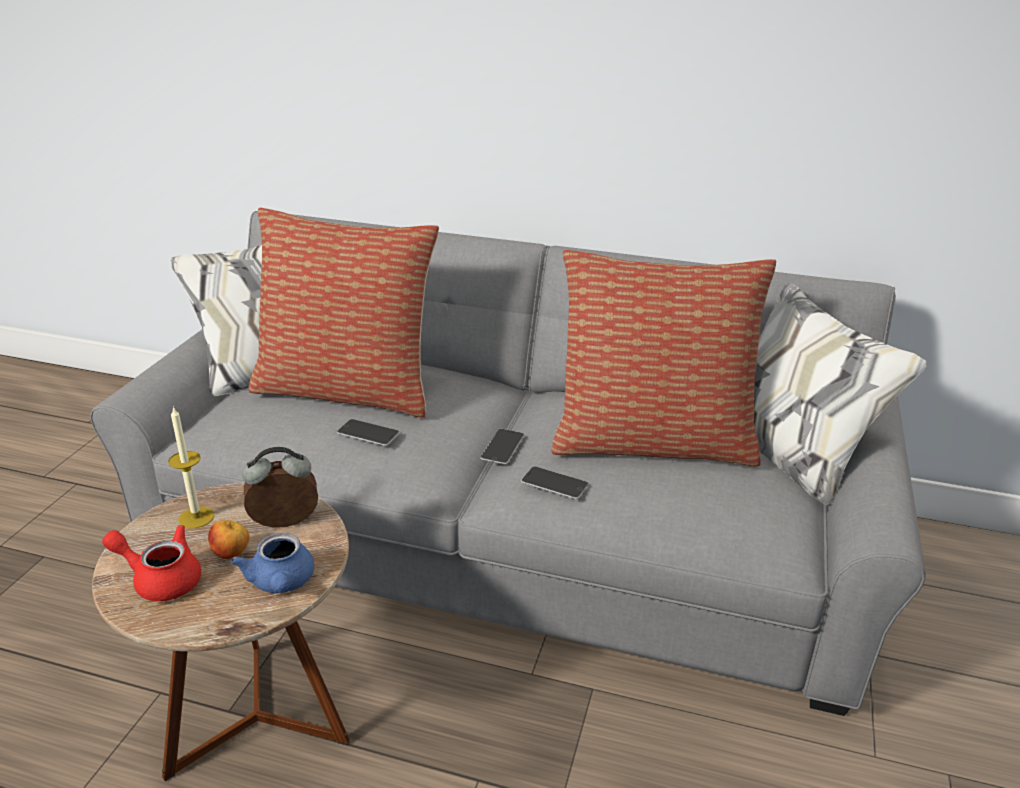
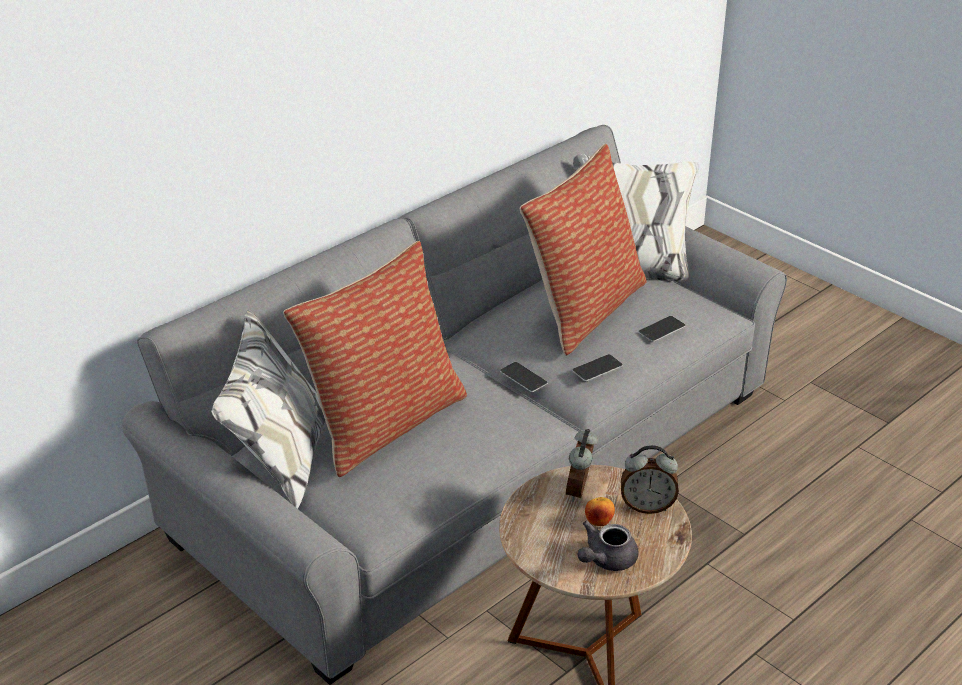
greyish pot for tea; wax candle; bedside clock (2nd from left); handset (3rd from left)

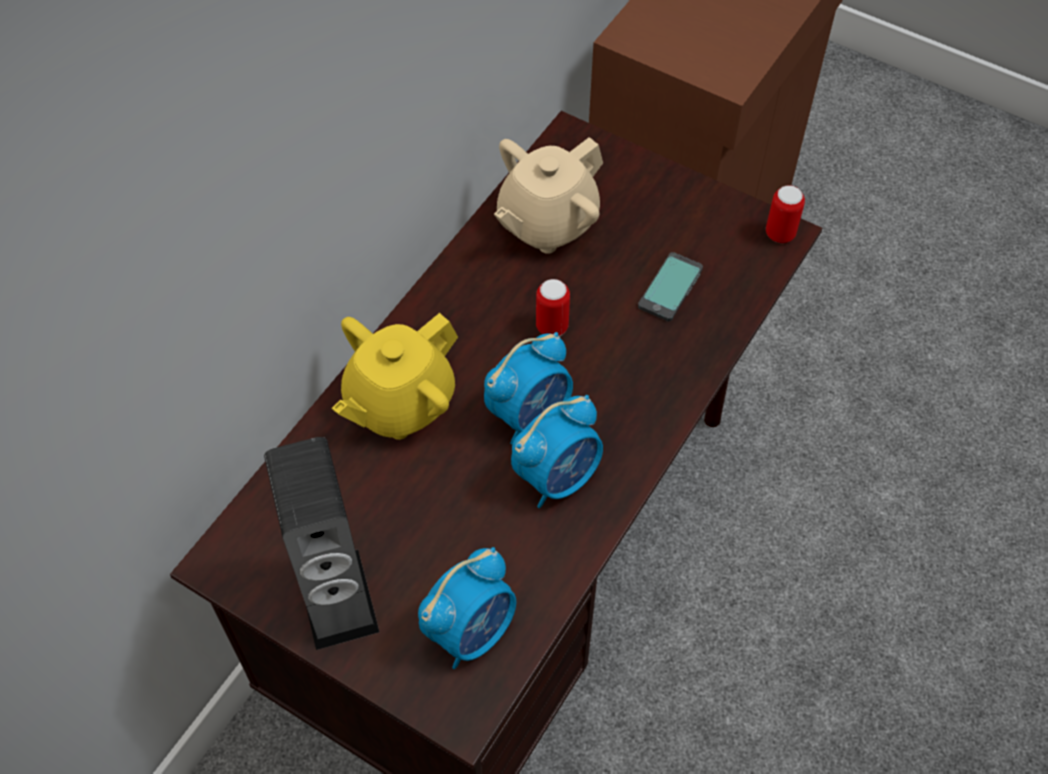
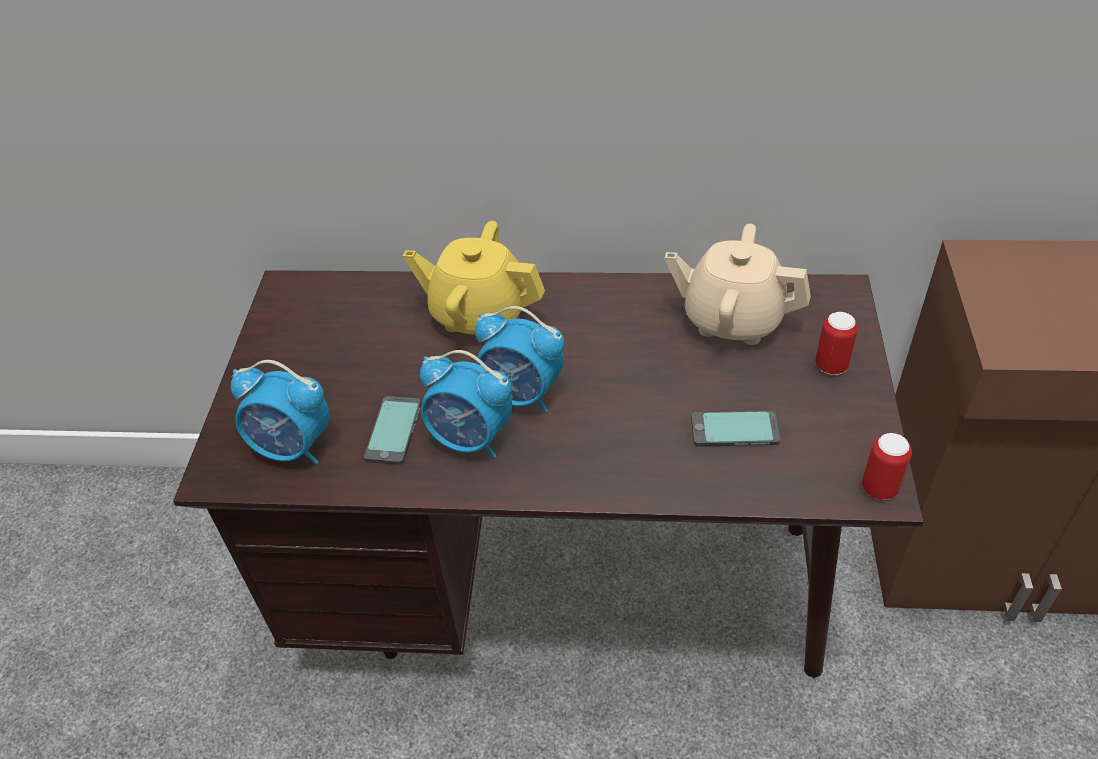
speaker; metal can (1st from left); handset (1st from left)

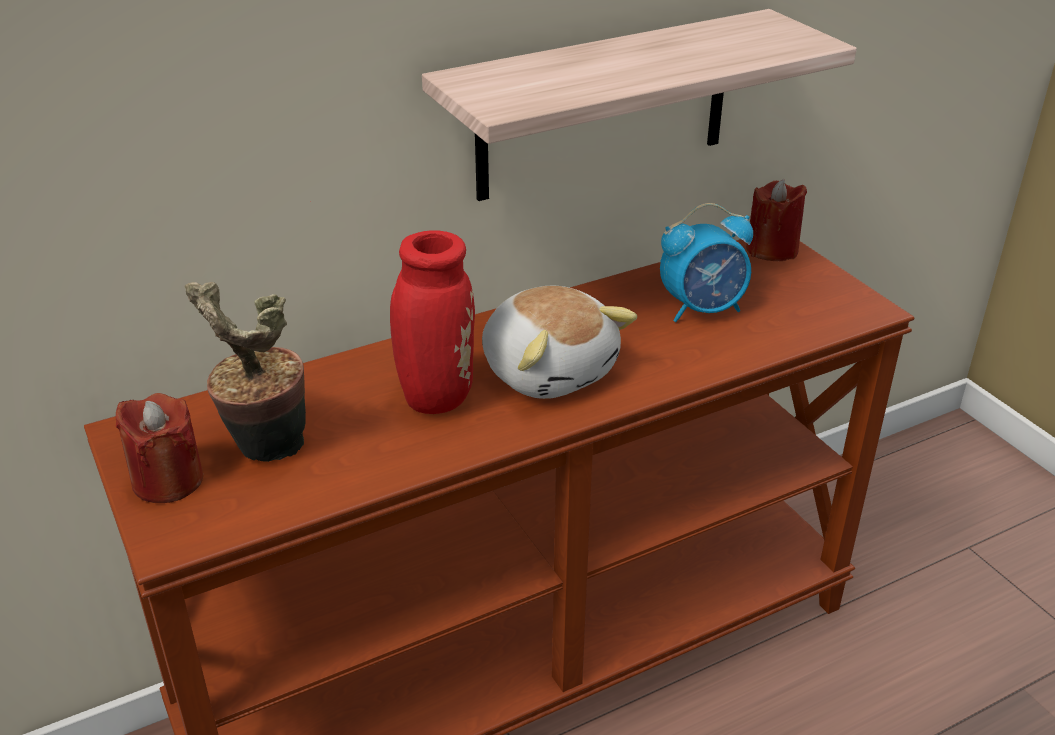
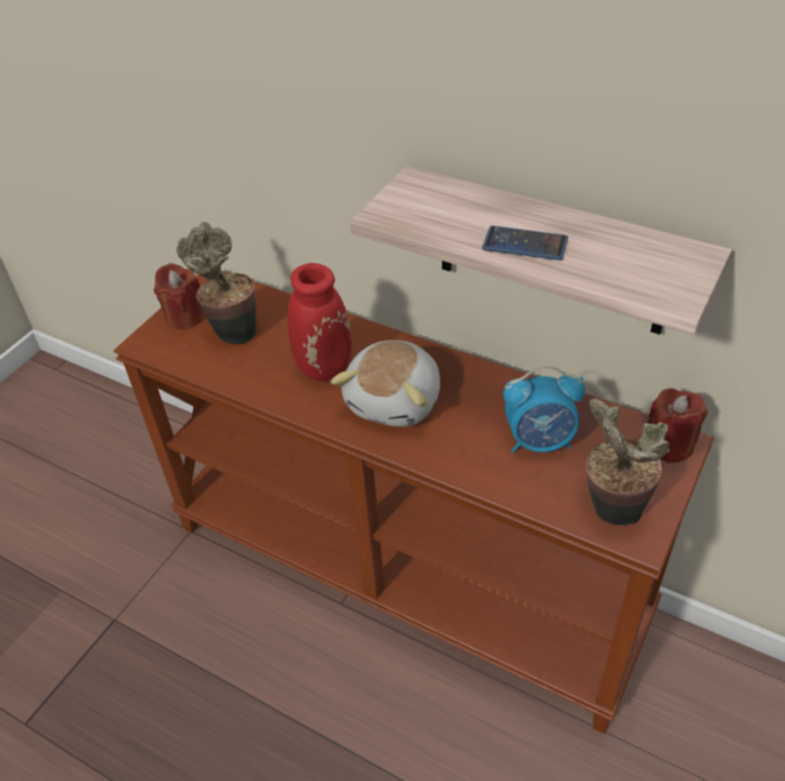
bedside clock; handset; houseplant (2nd from left)

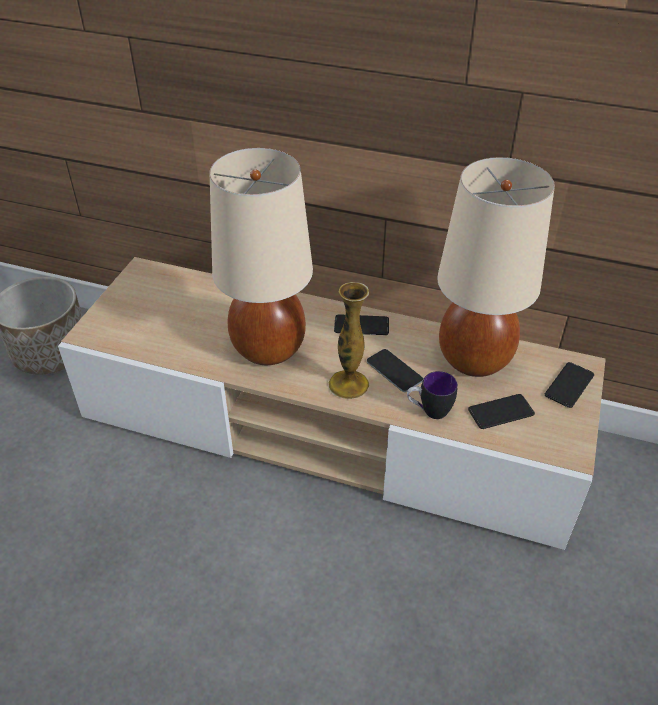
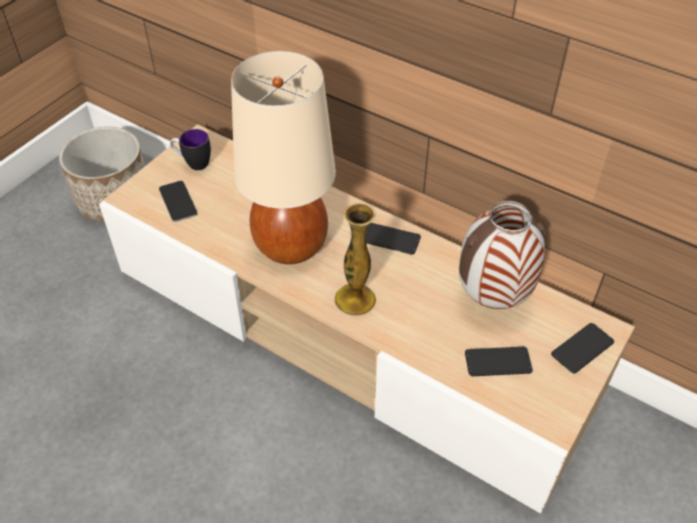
handset (1st from left); coffee mug; decorative vase (2nd from left)

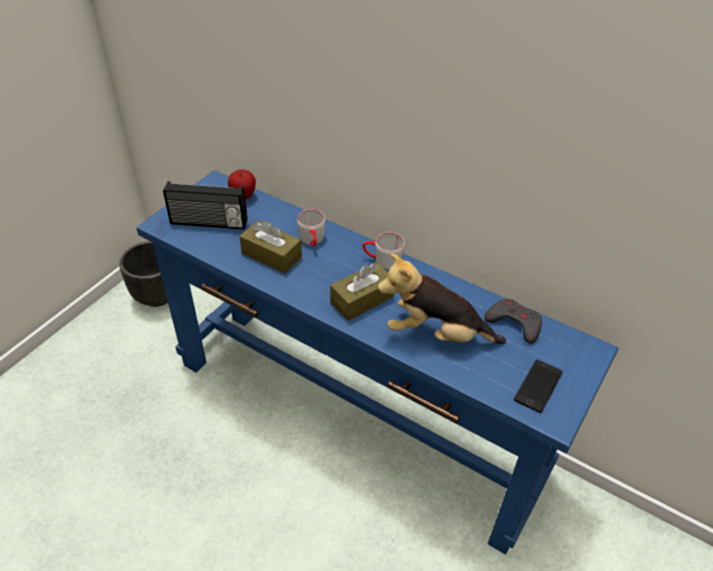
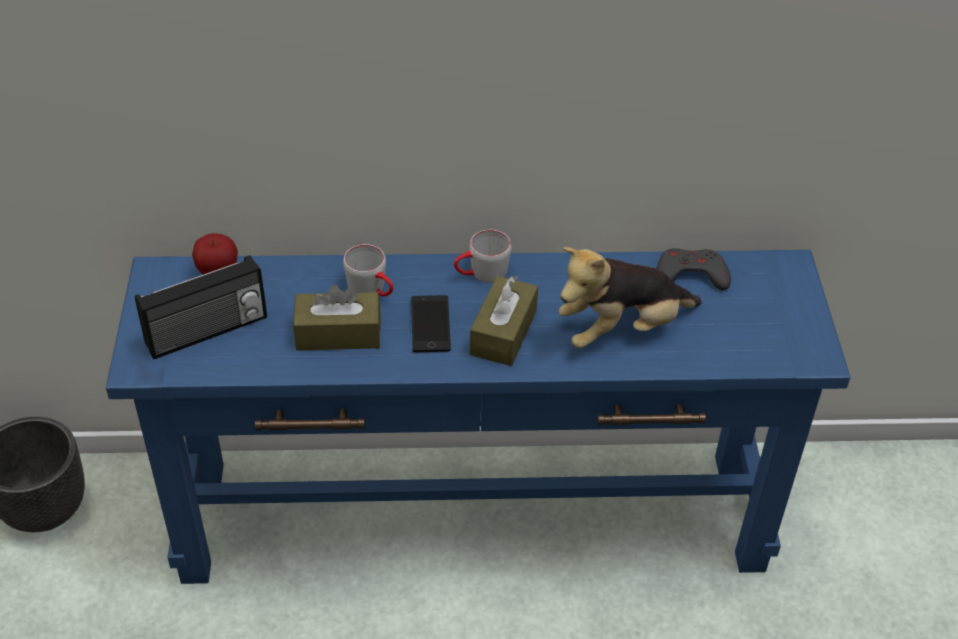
handset

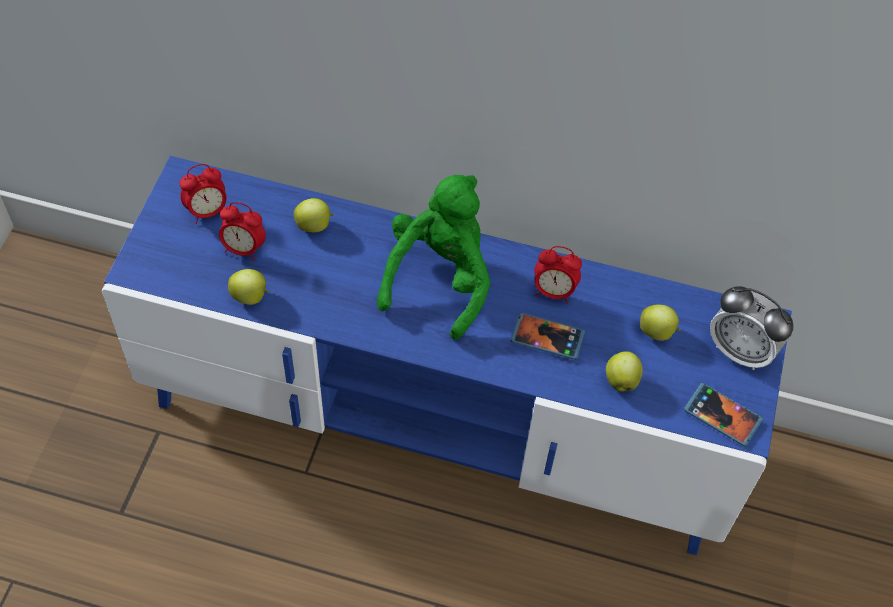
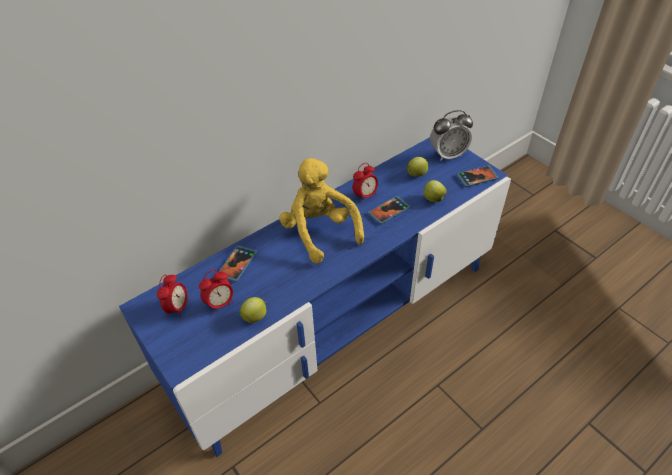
handset (1st from left); yellow-coloured cuddly toy

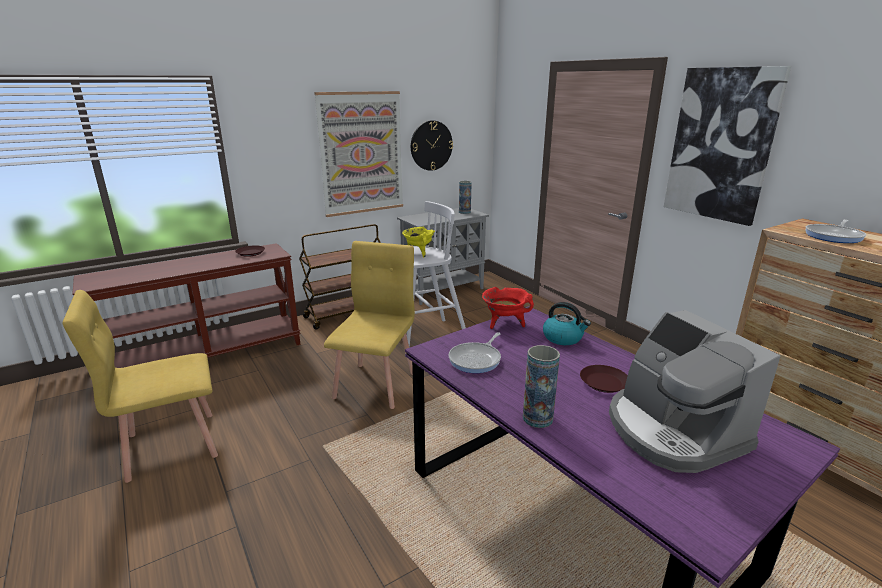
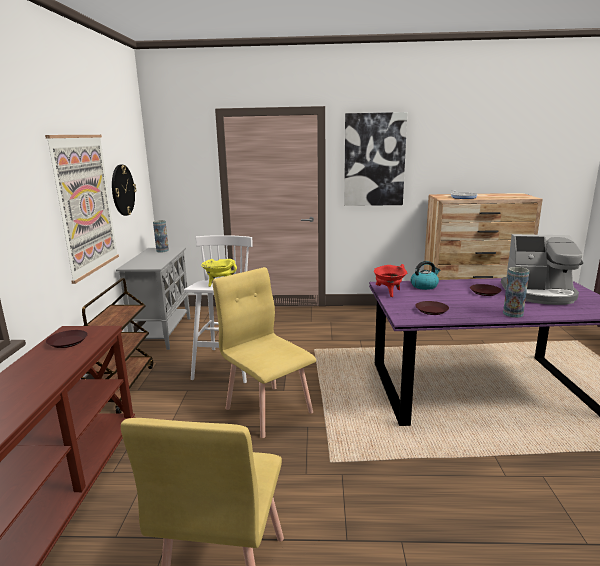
brown-coloured dinner plate (2nd from left)

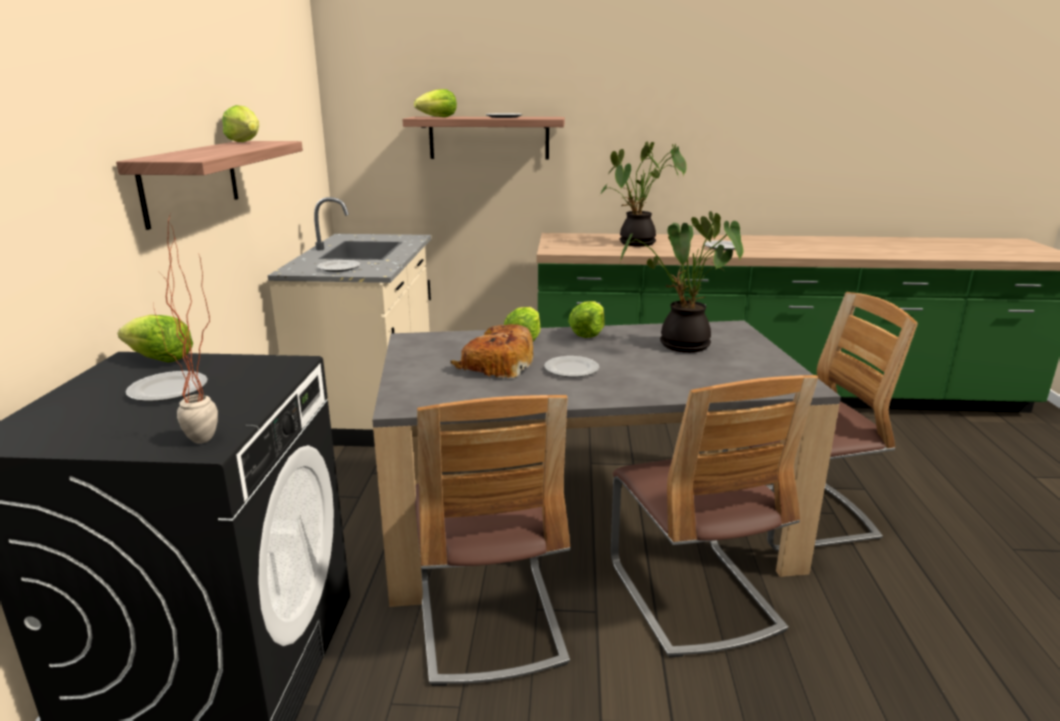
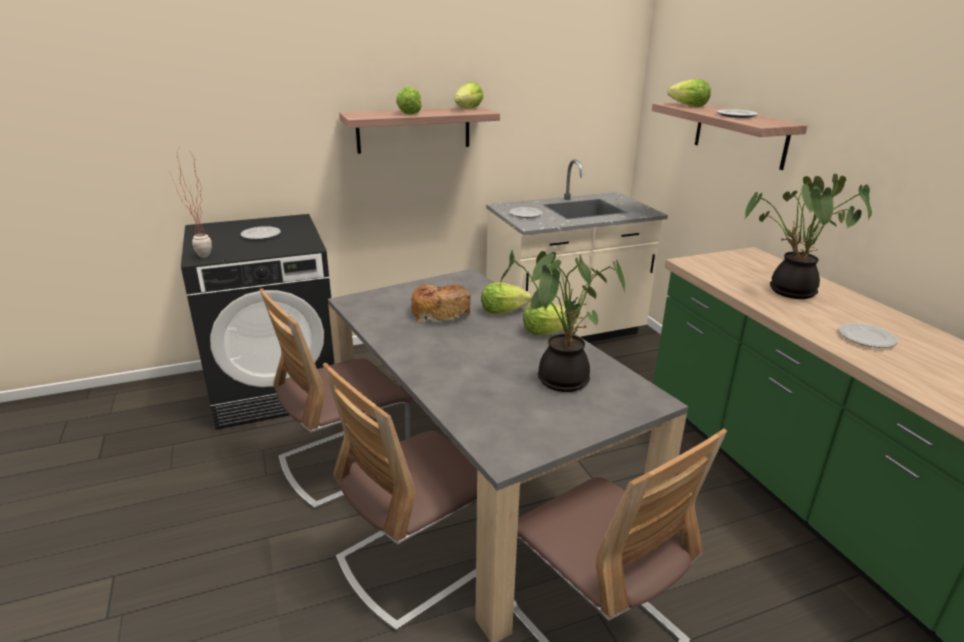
lettuce head (1st from left); dinner plate (4th from left in the first image)

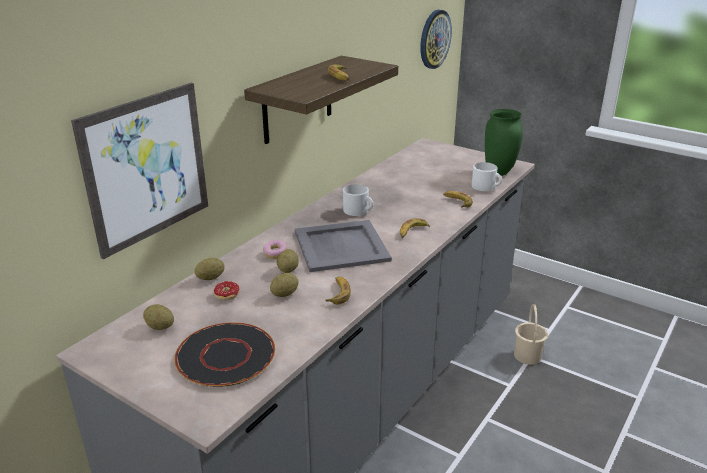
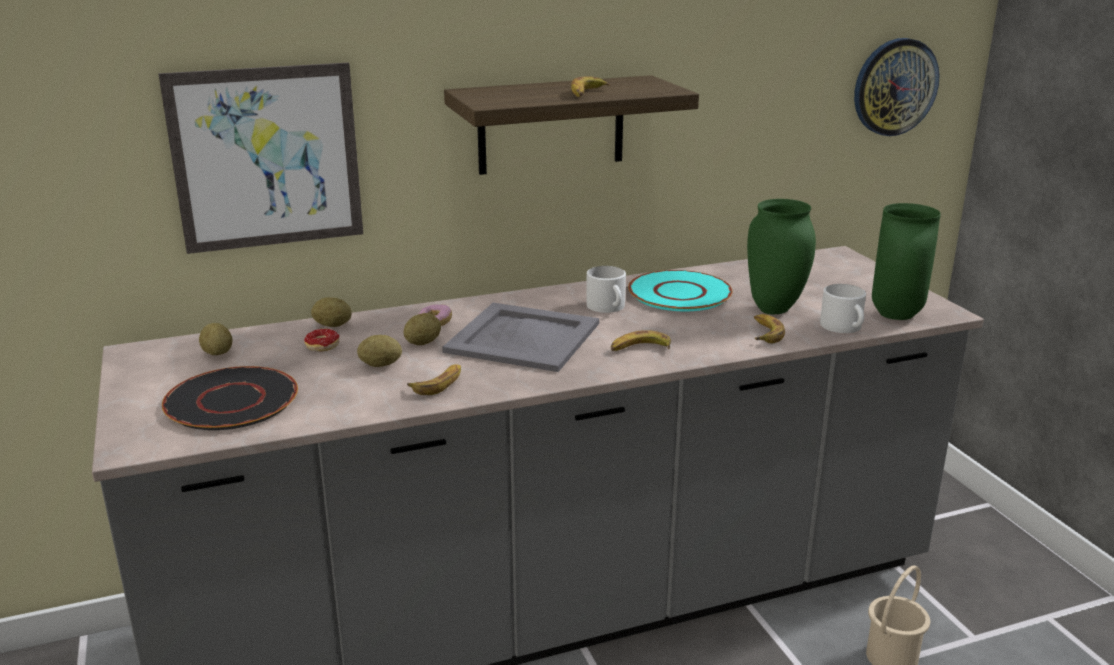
turquoise dinner plate; green-coloured decorative vase (1st from left)

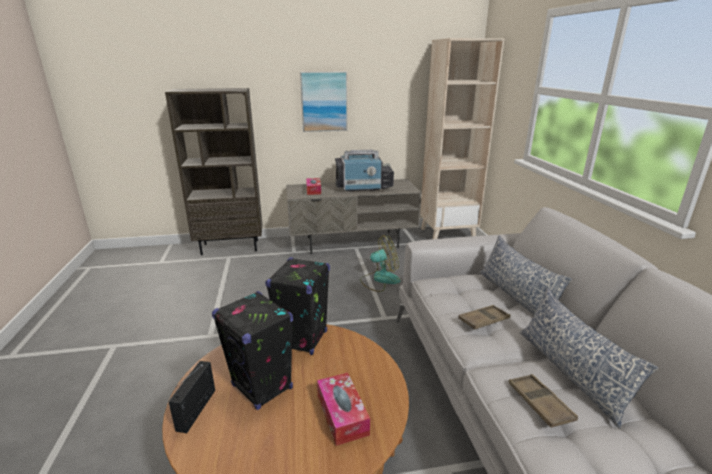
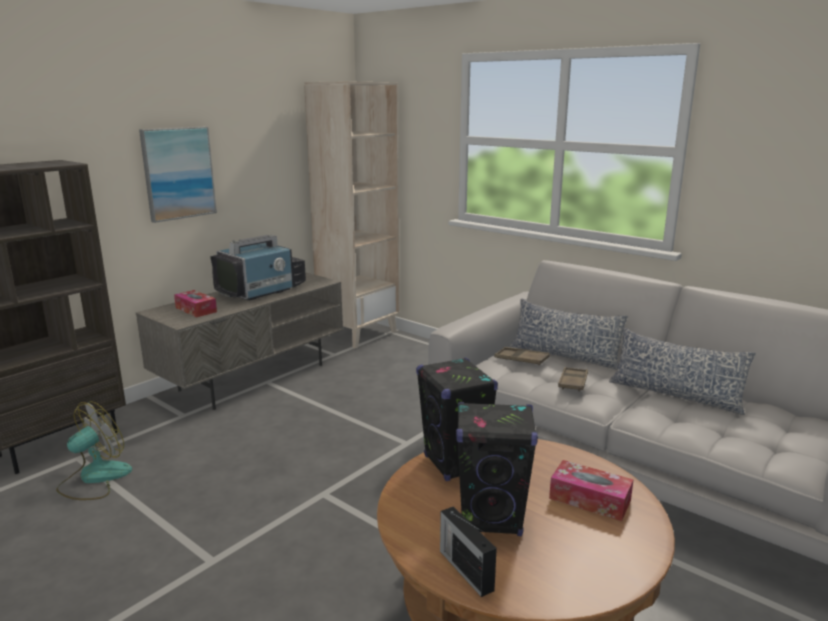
electric fan; brown-coloured serving tray (1st from left)

